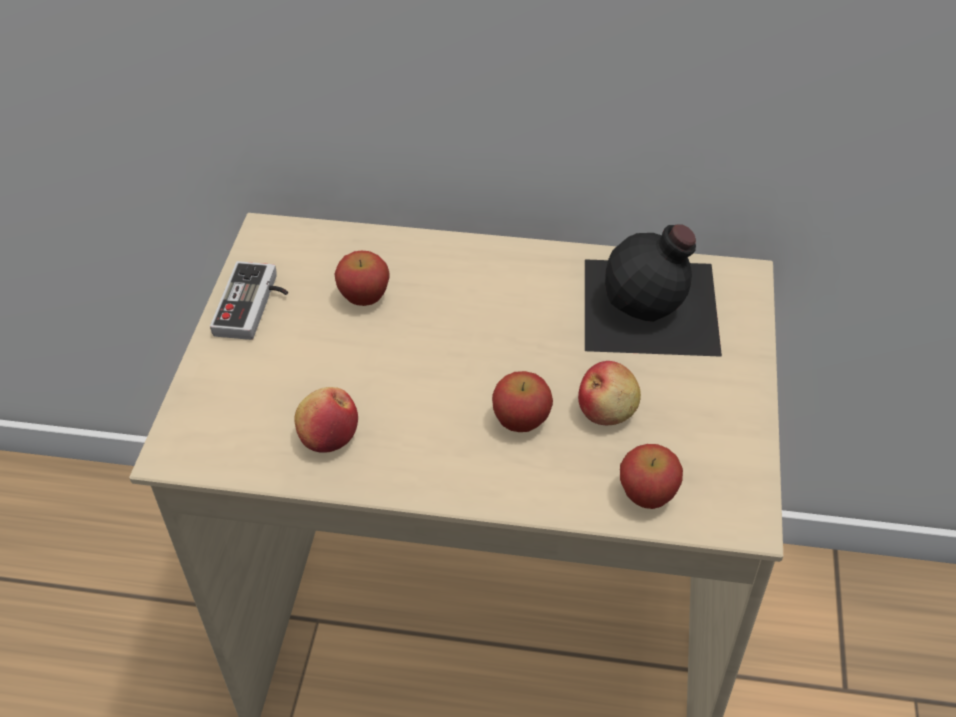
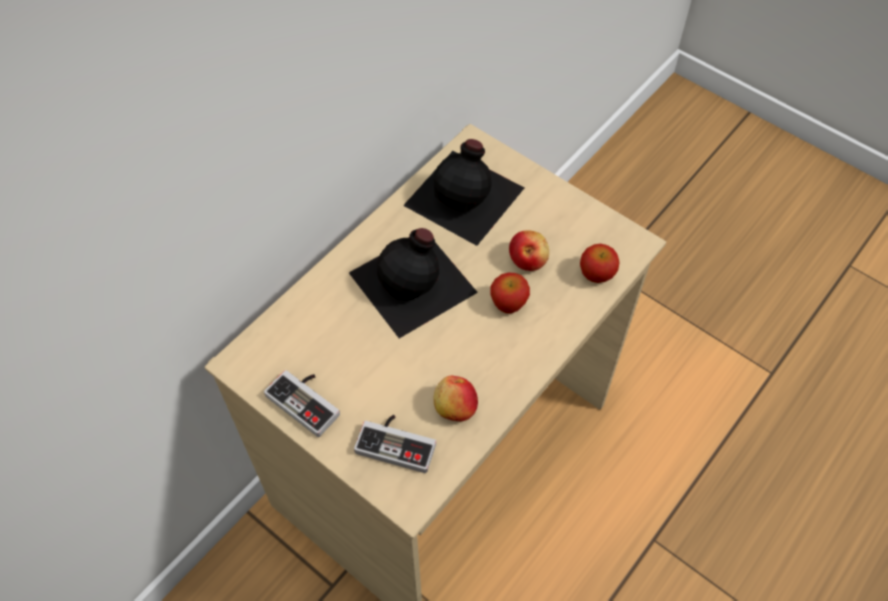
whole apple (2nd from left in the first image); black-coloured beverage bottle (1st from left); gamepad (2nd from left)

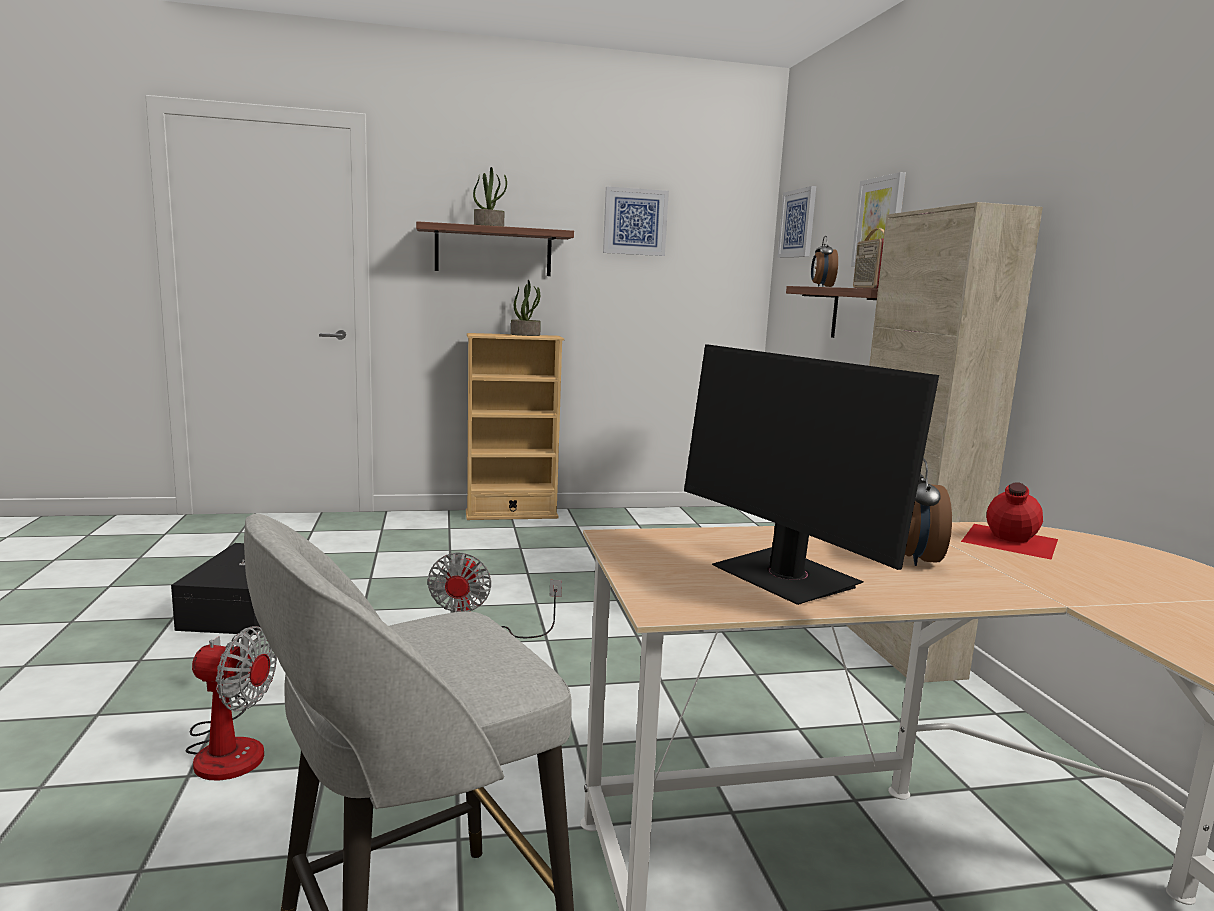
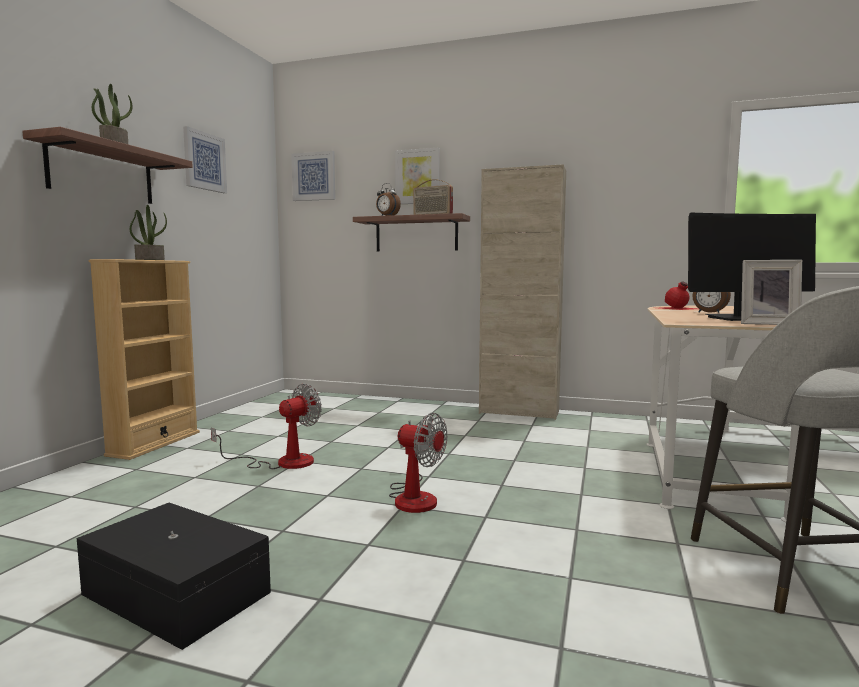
electric fan (1st from left); photo frame

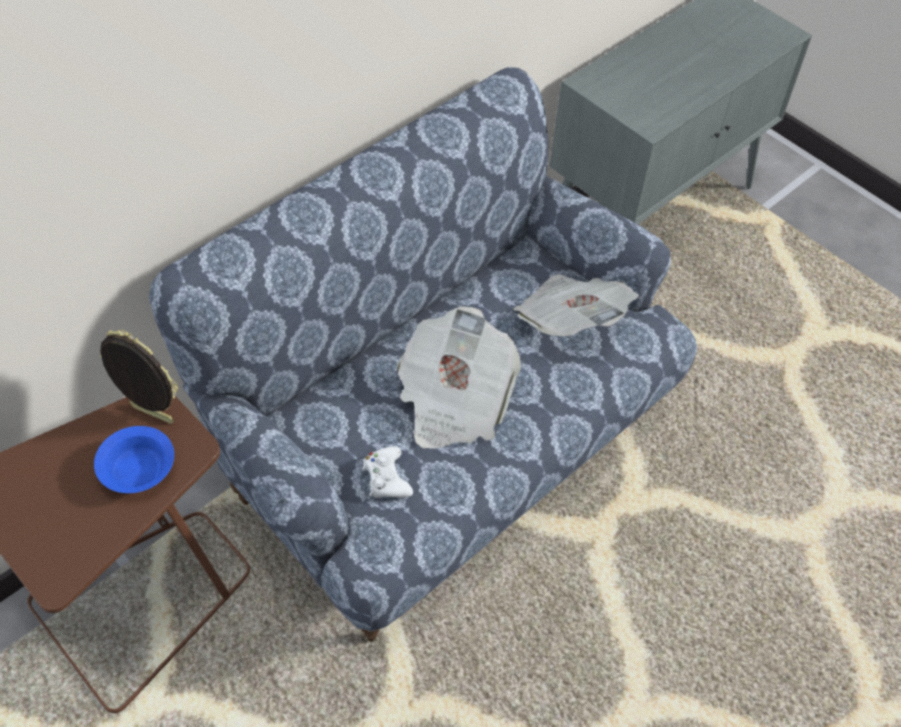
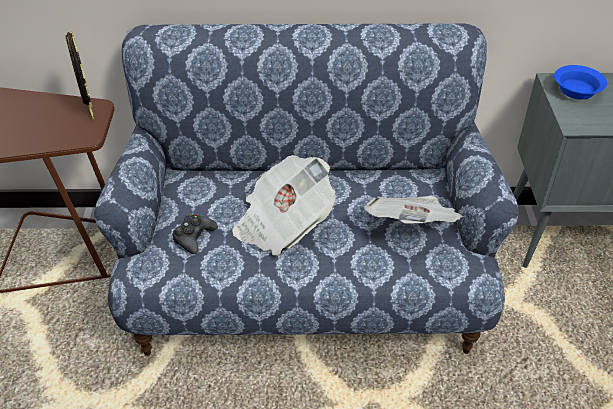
bluish deep dish; black-coloured gamepad

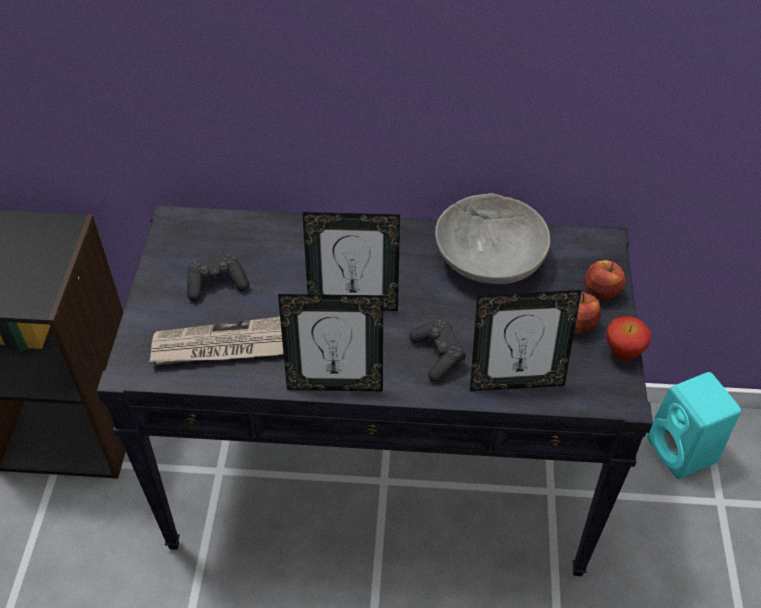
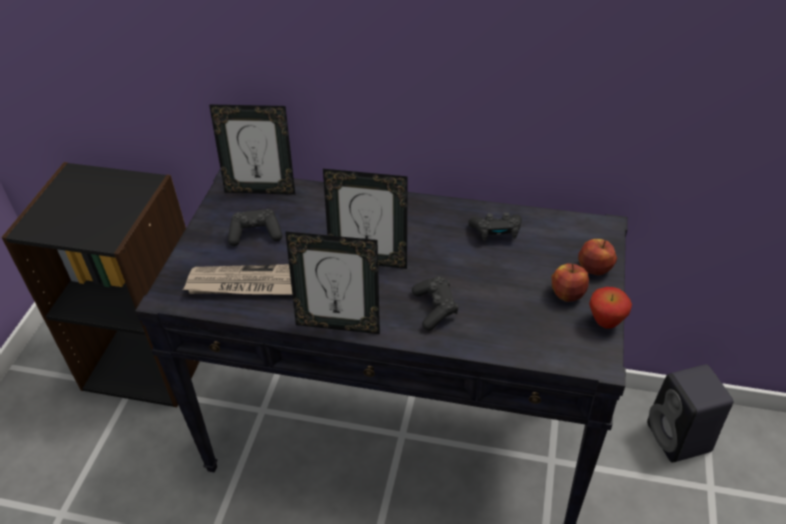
black-coloured gamepad (3rd from left); photo frame (1st from left); black-coloured speaker

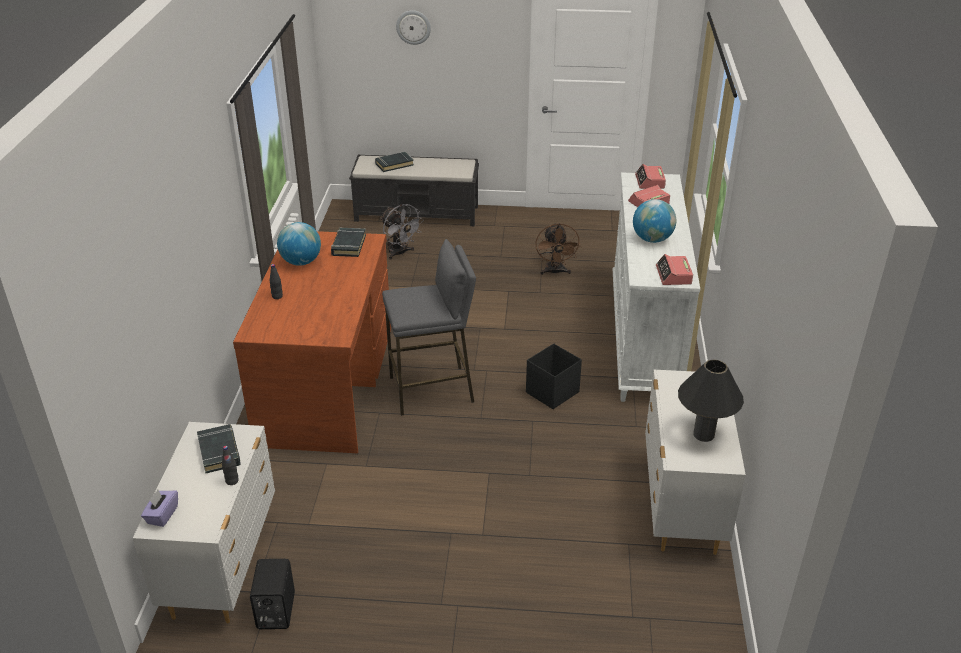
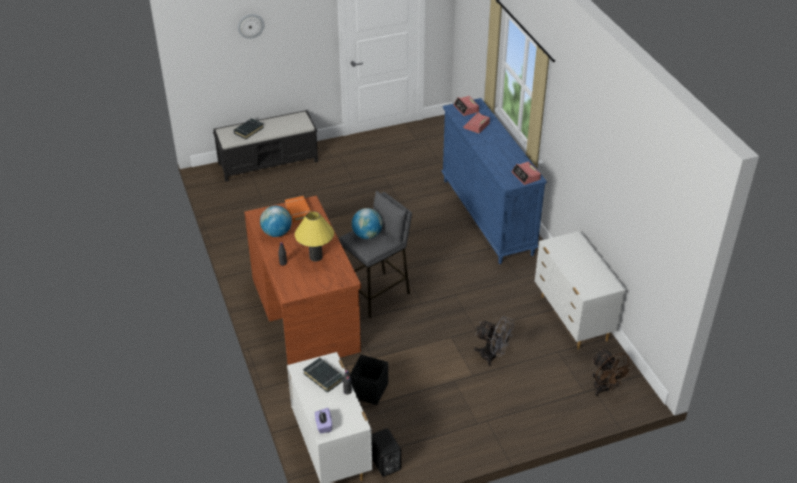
orange bound book; greyish electric fan; black-coloured storage bin; brown-coloured electric fan; bluish drawer chest; desk globe (2nd from left); black-coloured table lamp; yellow-coloured table lamp

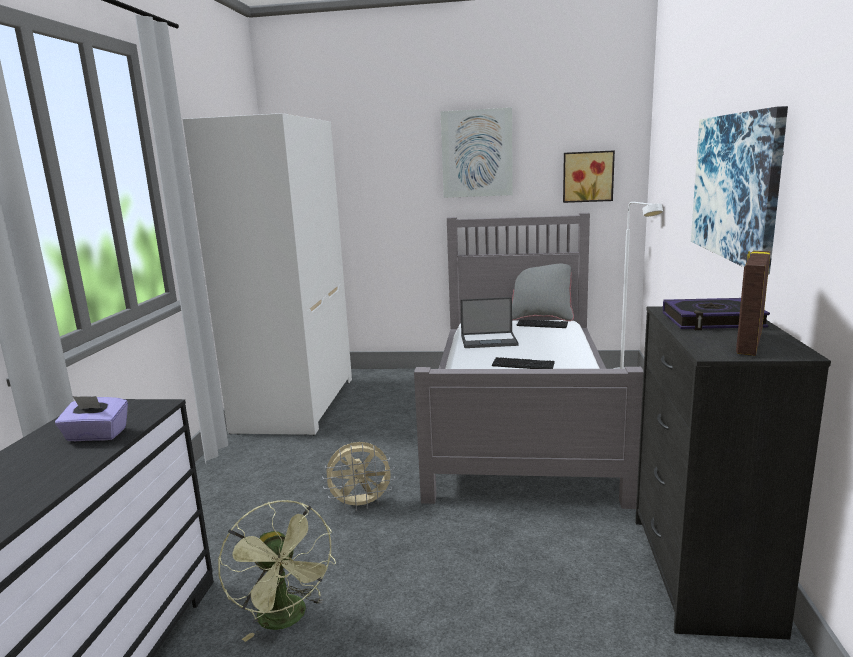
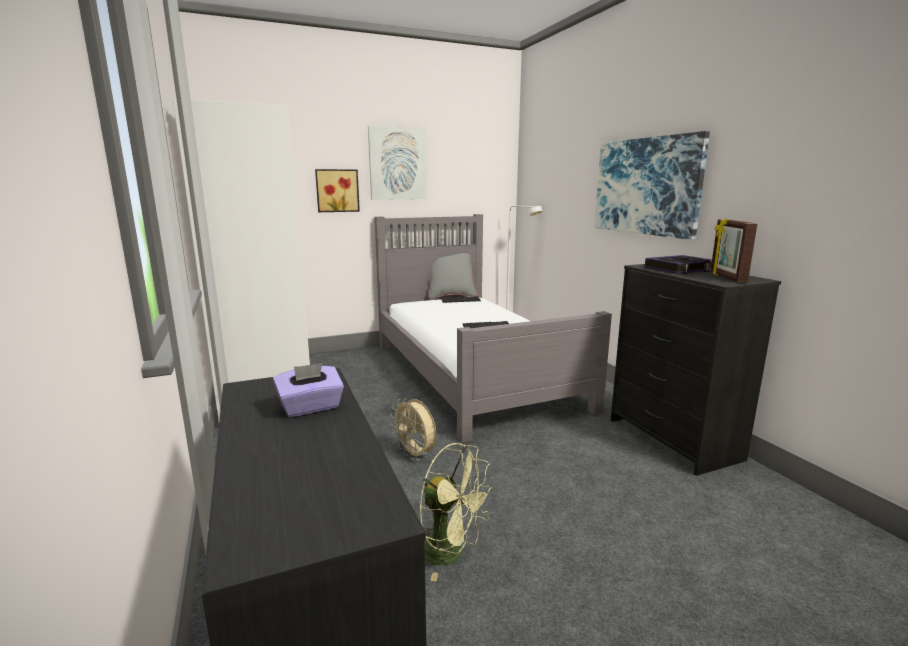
beige electric fan; laptop; wall art (1st from left)

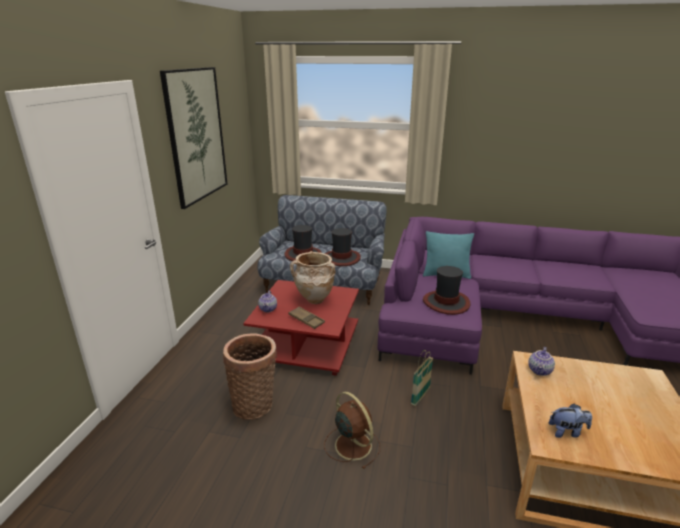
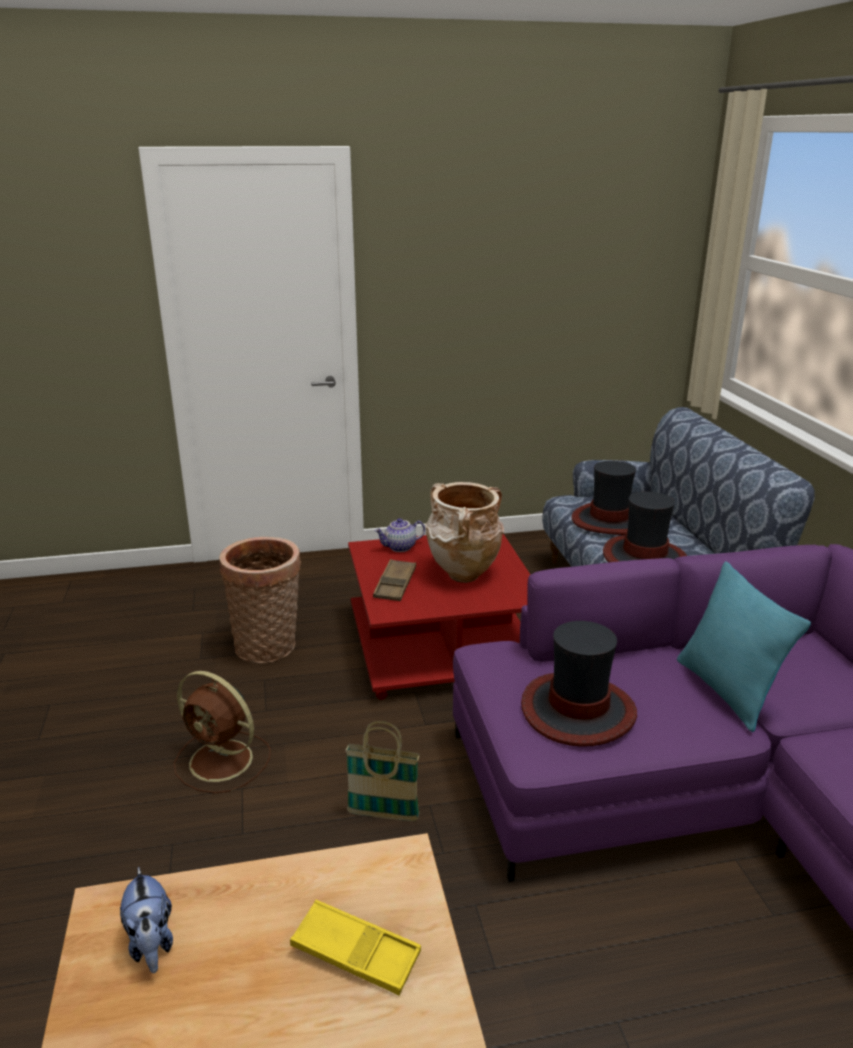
wall art; brown-coloured electric fan; pot for tea (2nd from left in the first image); yellow-coloured serving tray

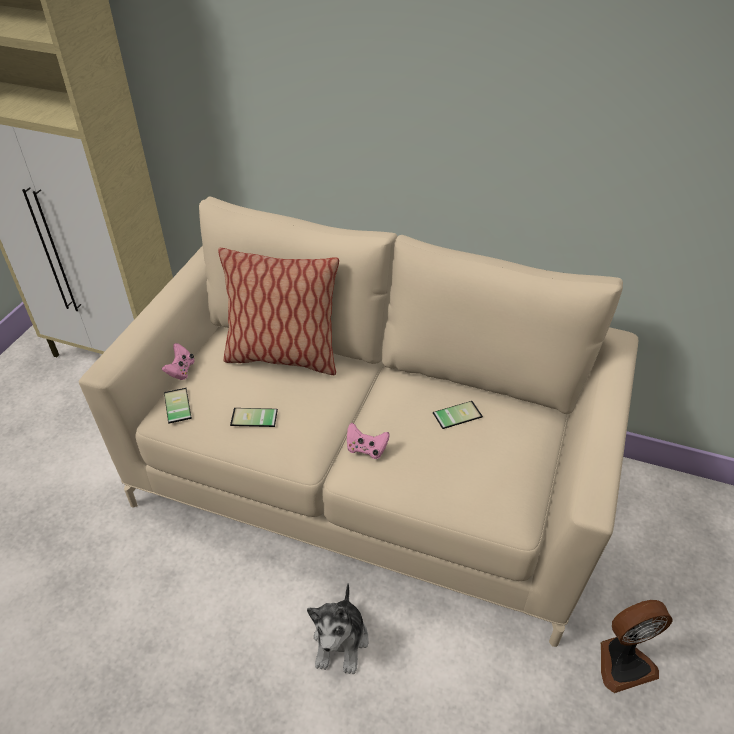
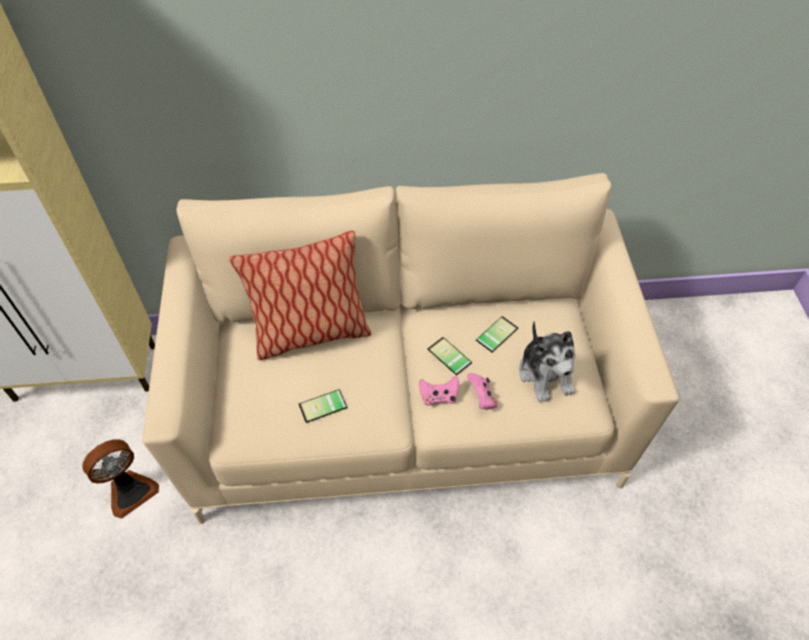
pink gamepad (2nd from left); handset (2nd from left); cuddly toy; electric fan

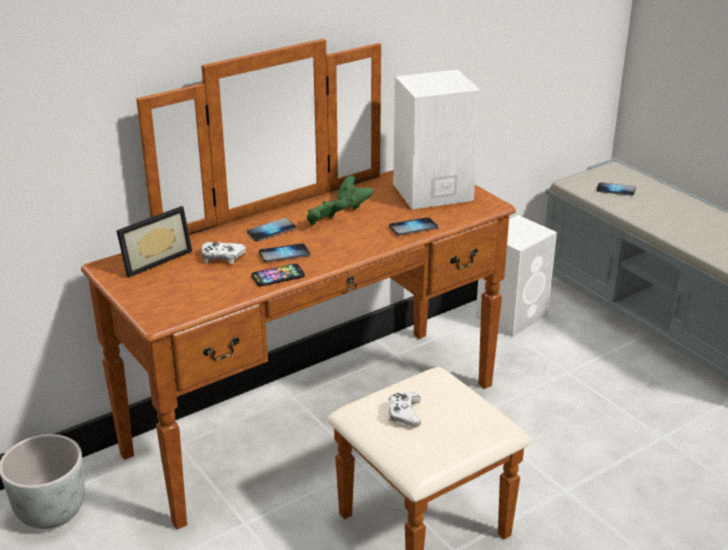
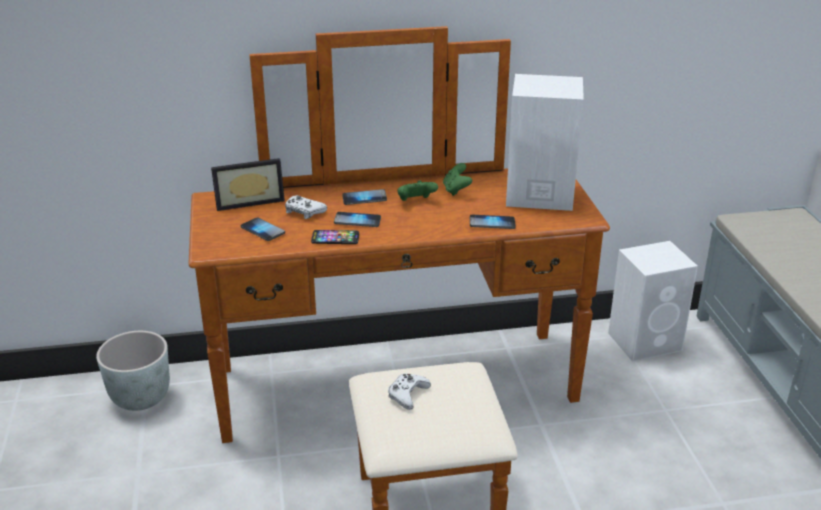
handset (1st from left)

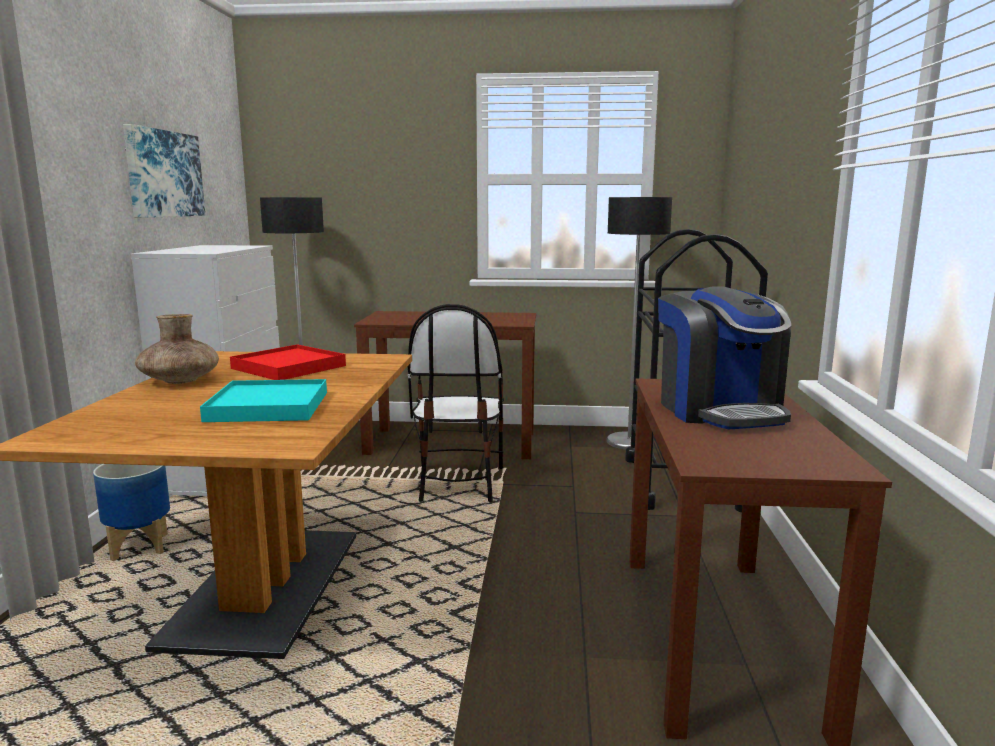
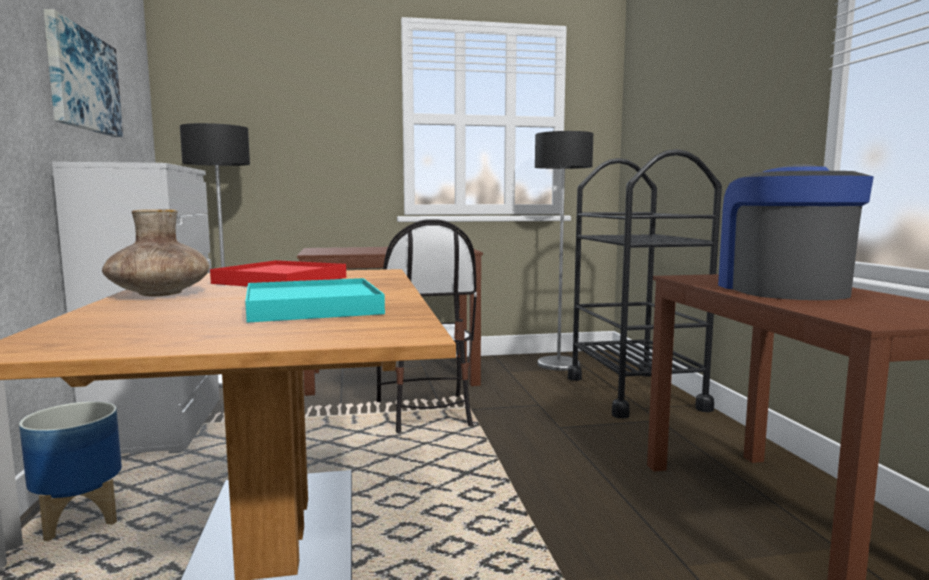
coffee maker

